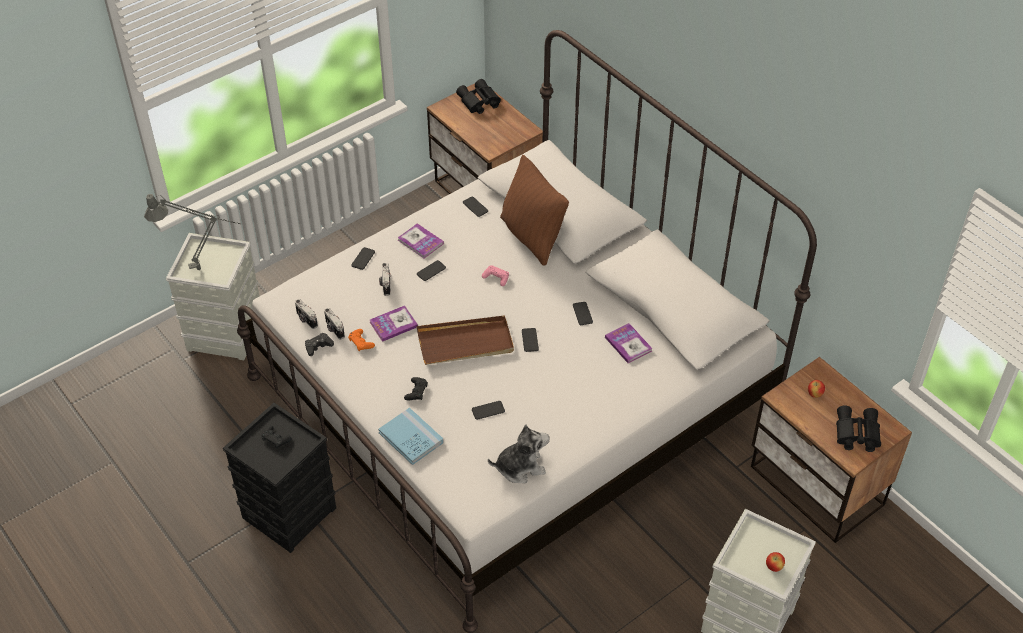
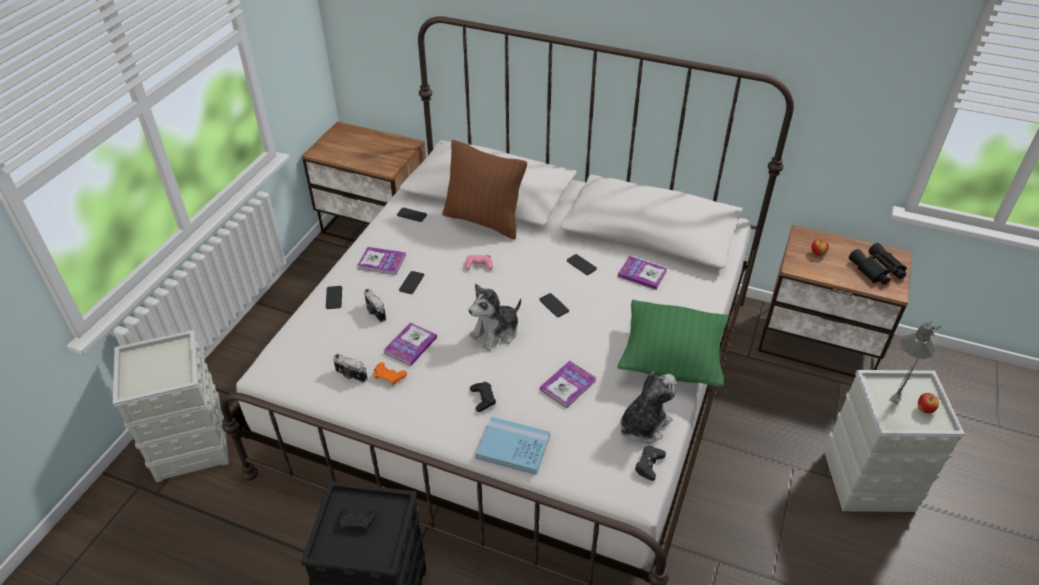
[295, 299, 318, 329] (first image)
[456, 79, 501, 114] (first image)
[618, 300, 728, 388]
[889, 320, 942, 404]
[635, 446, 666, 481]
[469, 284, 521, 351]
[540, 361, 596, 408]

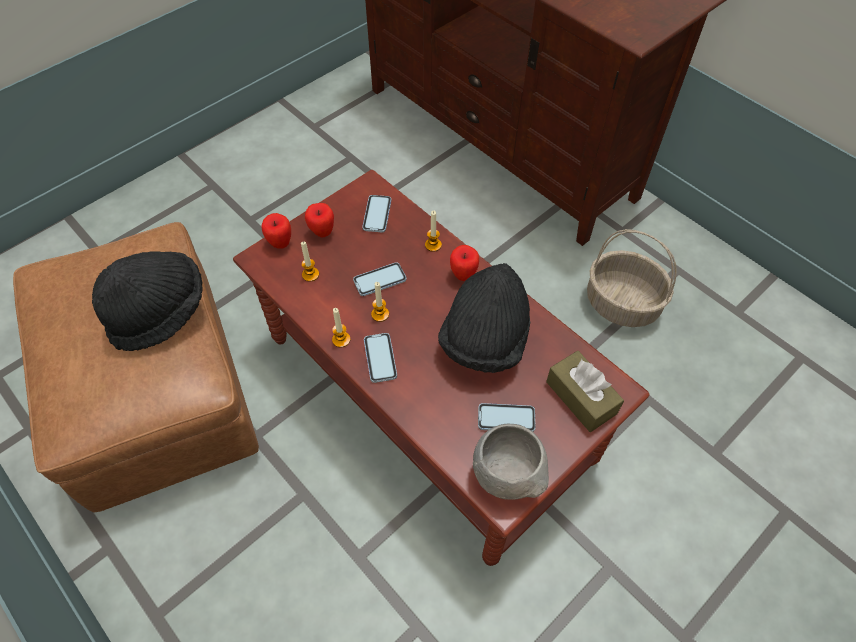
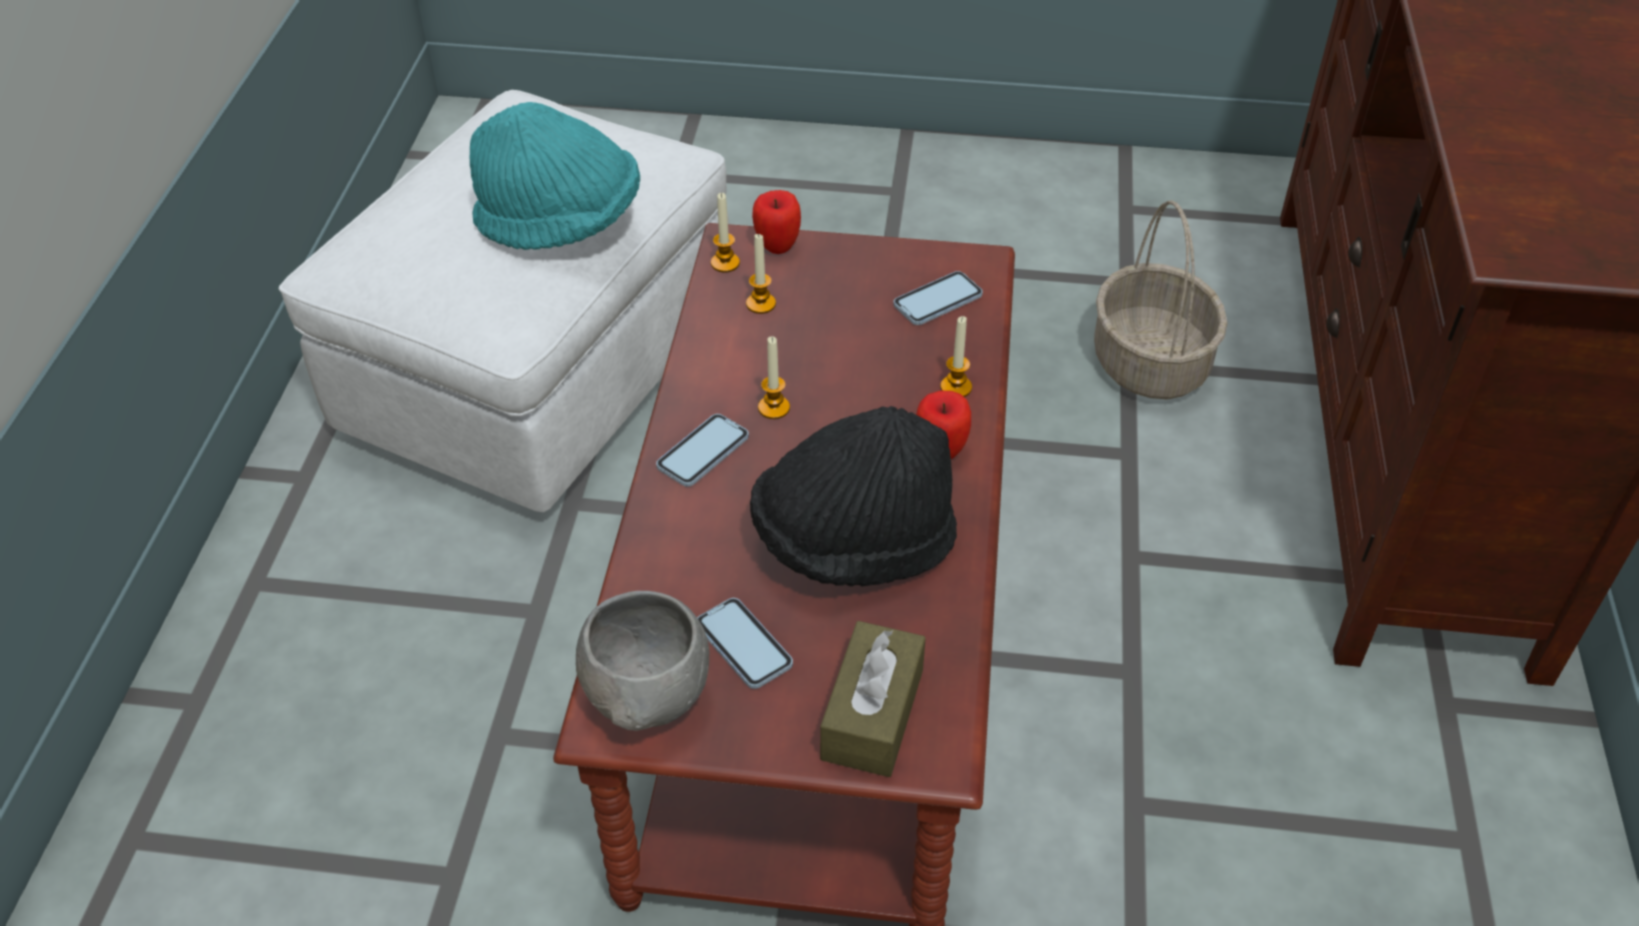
[305, 203, 334, 237] (first image)
[353, 262, 406, 296] (first image)
[711, 193, 740, 273]
[1094, 200, 1228, 400]
[279, 90, 730, 512]
[469, 102, 640, 250]

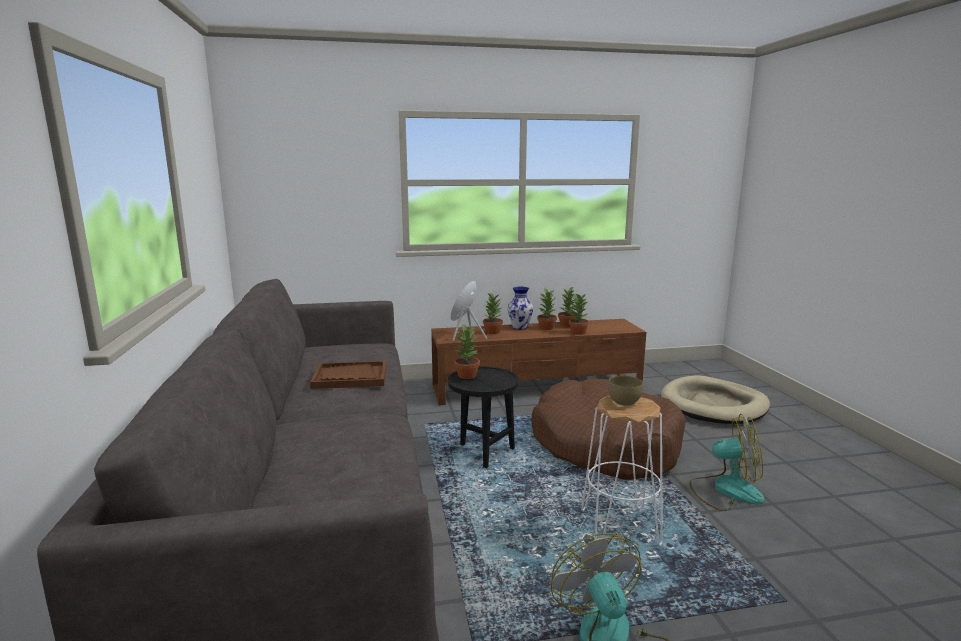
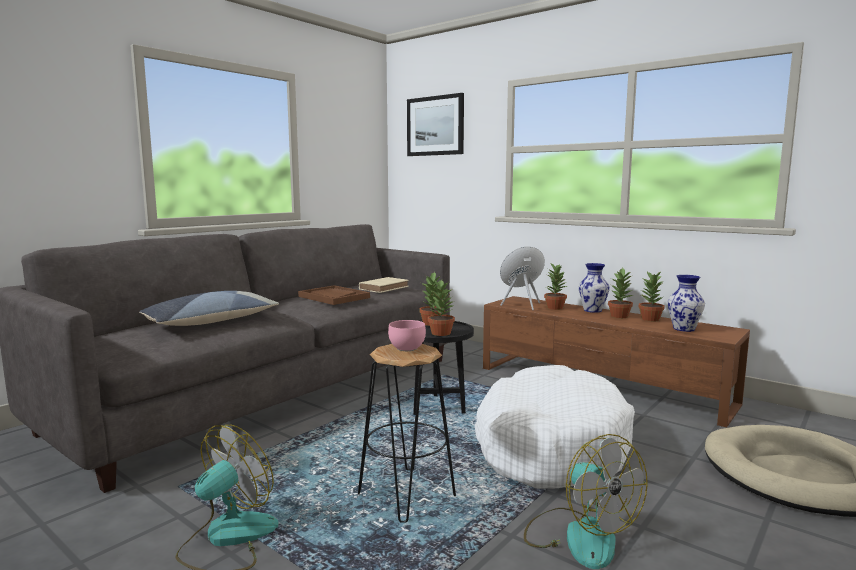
[139, 291, 279, 326]
[359, 277, 409, 293]
[407, 93, 464, 156]
[668, 275, 705, 332]
[428, 279, 455, 336]
[475, 365, 635, 489]
[358, 344, 456, 523]
[388, 320, 426, 351]

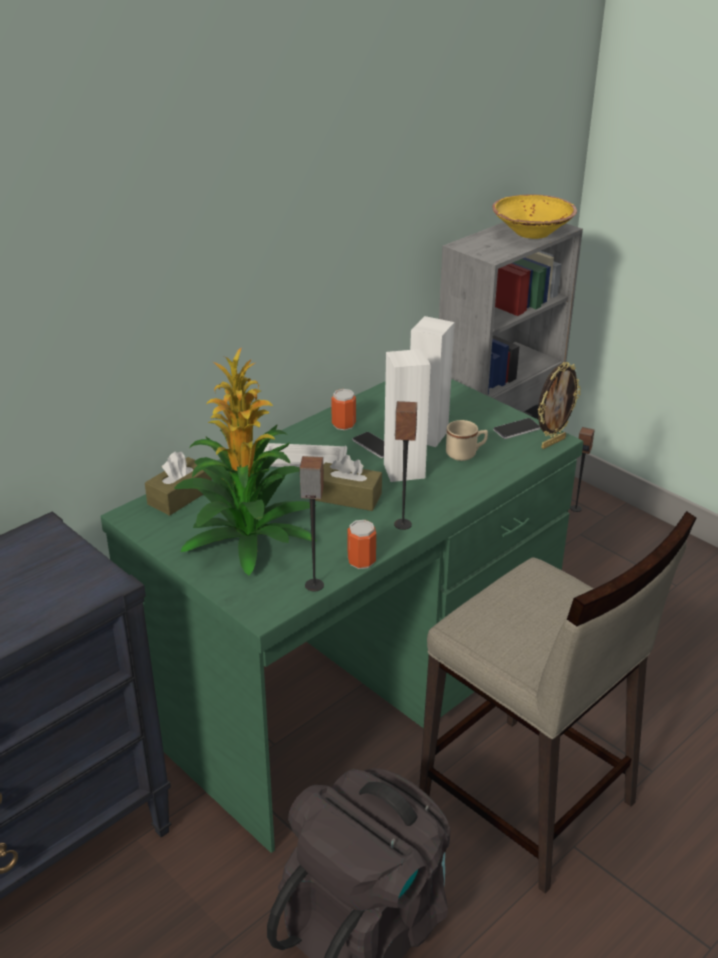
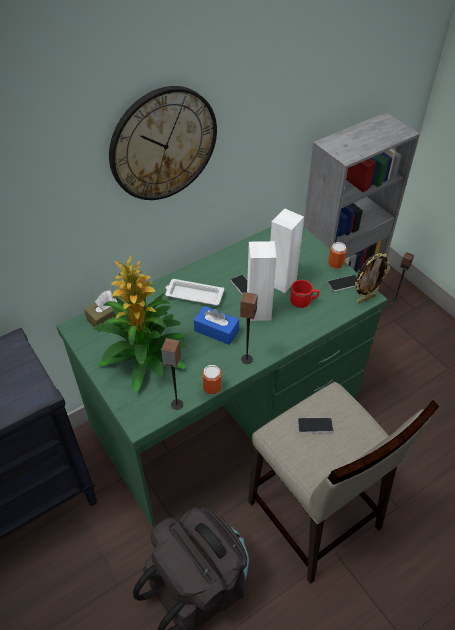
[492, 195, 577, 239] (first image)
[109, 86, 217, 200]
[297, 417, 334, 433]
[328, 242, 347, 269]
[194, 306, 239, 345]
[290, 280, 320, 308]

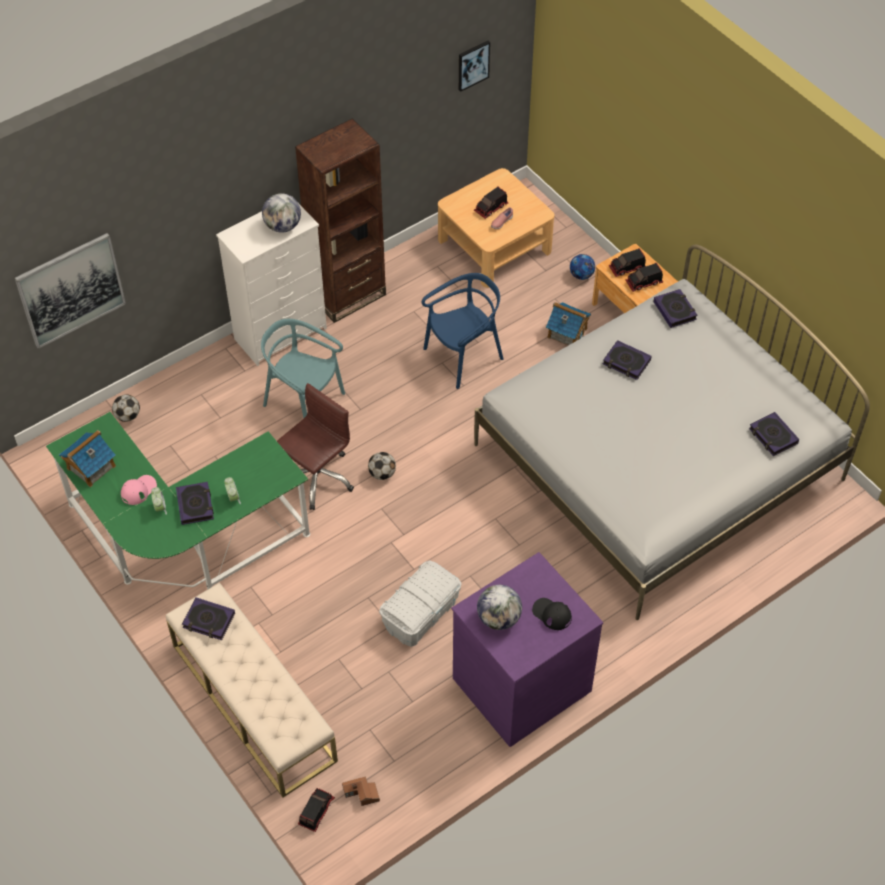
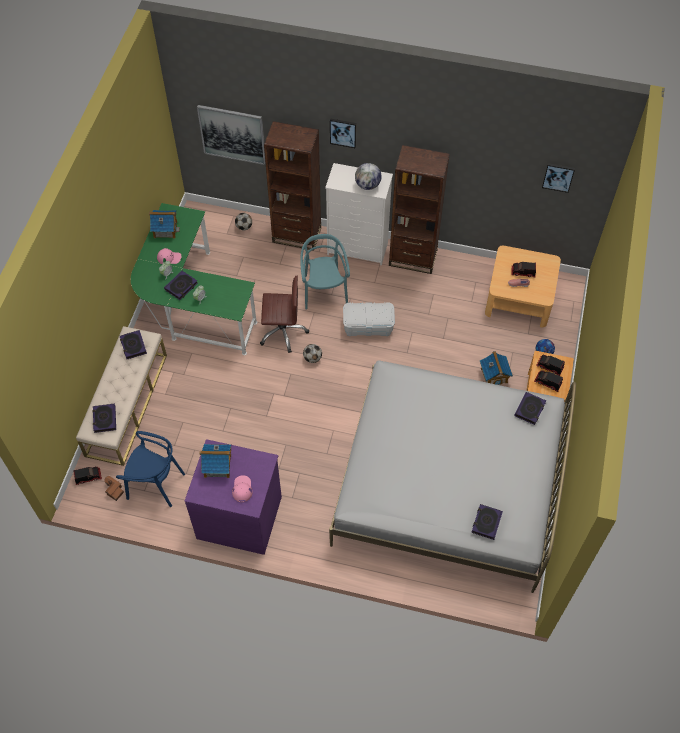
[264, 121, 321, 251]
[330, 118, 356, 148]
[343, 302, 395, 336]
[116, 431, 185, 507]
[92, 404, 116, 433]
[199, 444, 231, 478]
[232, 475, 252, 502]

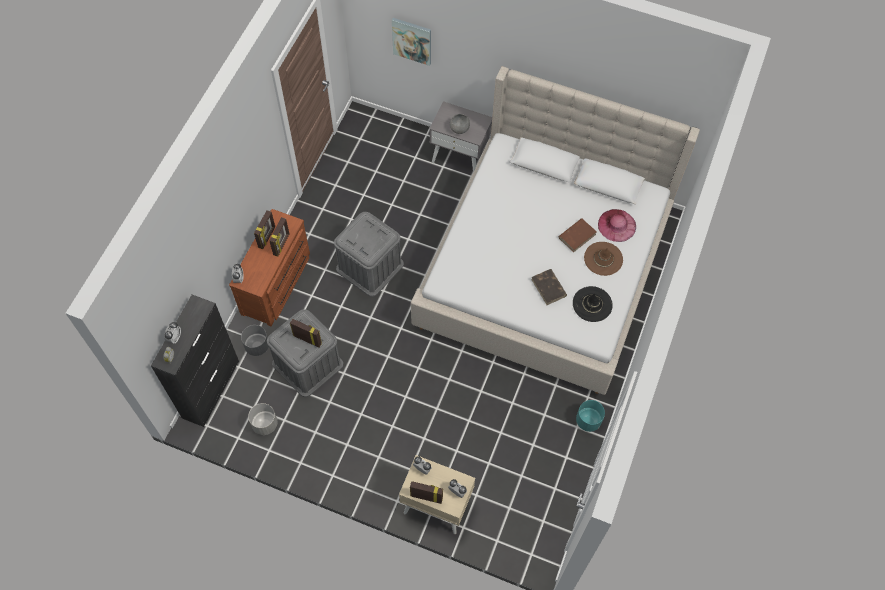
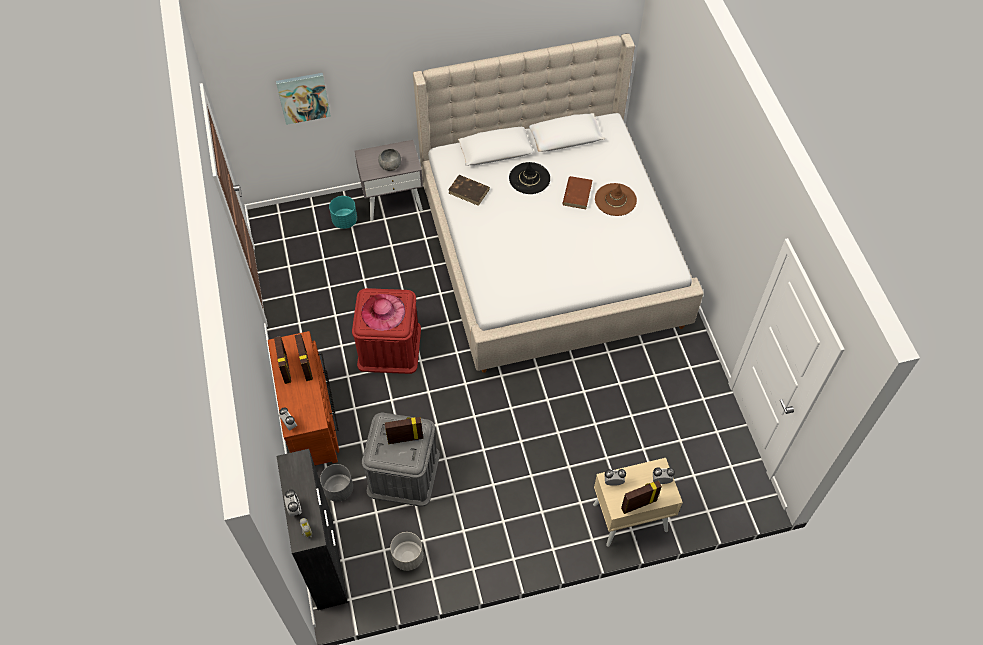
[448, 175, 490, 206]
[509, 162, 550, 194]
[329, 196, 357, 229]
[361, 294, 405, 331]
[352, 288, 421, 374]

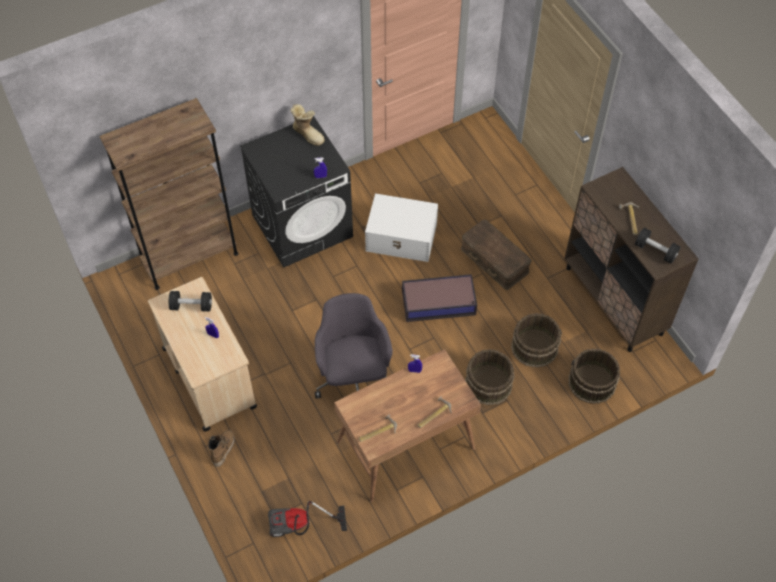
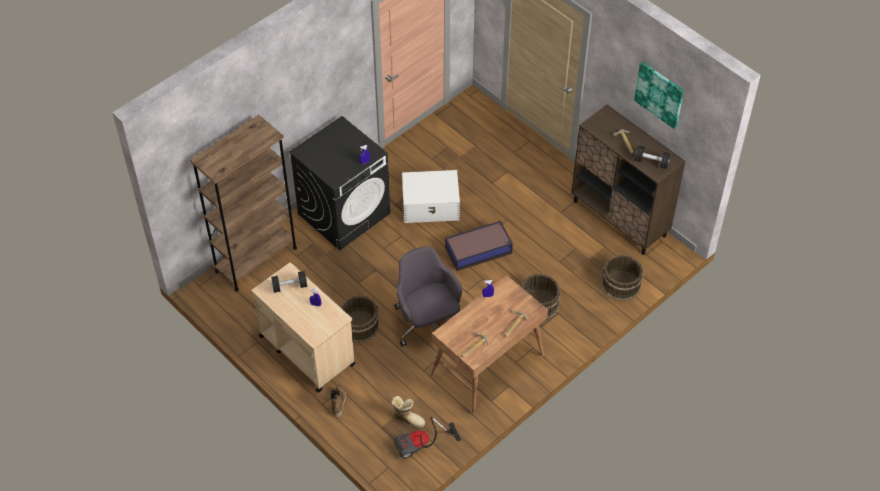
[461, 220, 532, 290] (first image)
[634, 62, 684, 129]
[391, 396, 425, 428]
[339, 295, 379, 343]

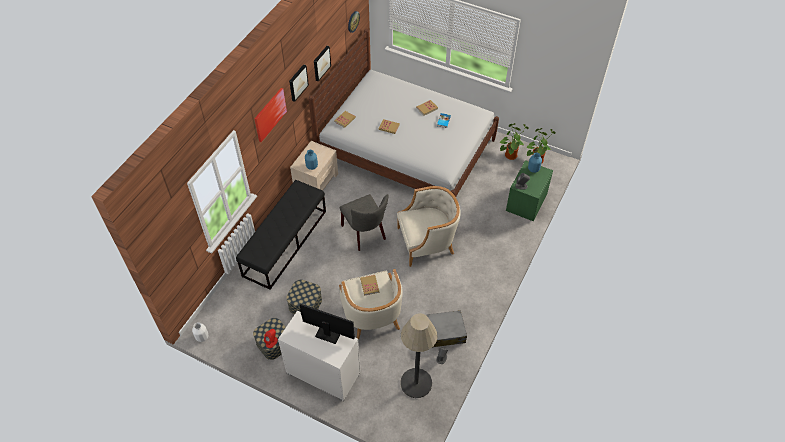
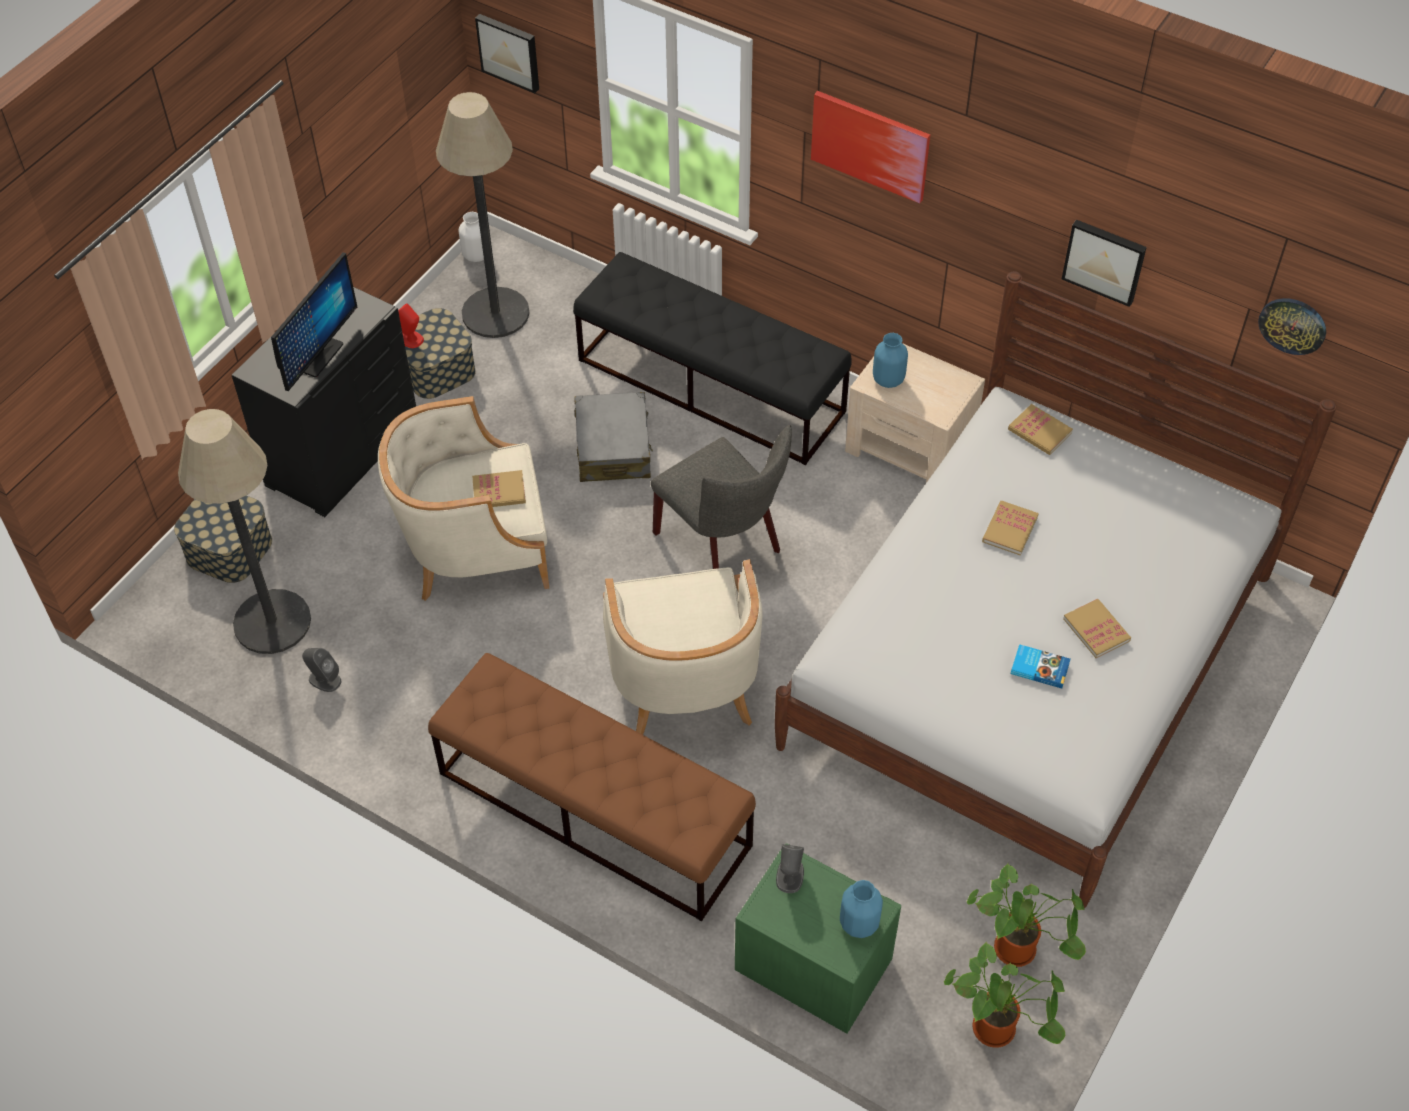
[428, 653, 756, 921]
[436, 92, 529, 338]
[174, 495, 272, 583]
[475, 14, 539, 93]
[575, 392, 653, 482]
[232, 287, 416, 517]
[651, 425, 792, 569]

